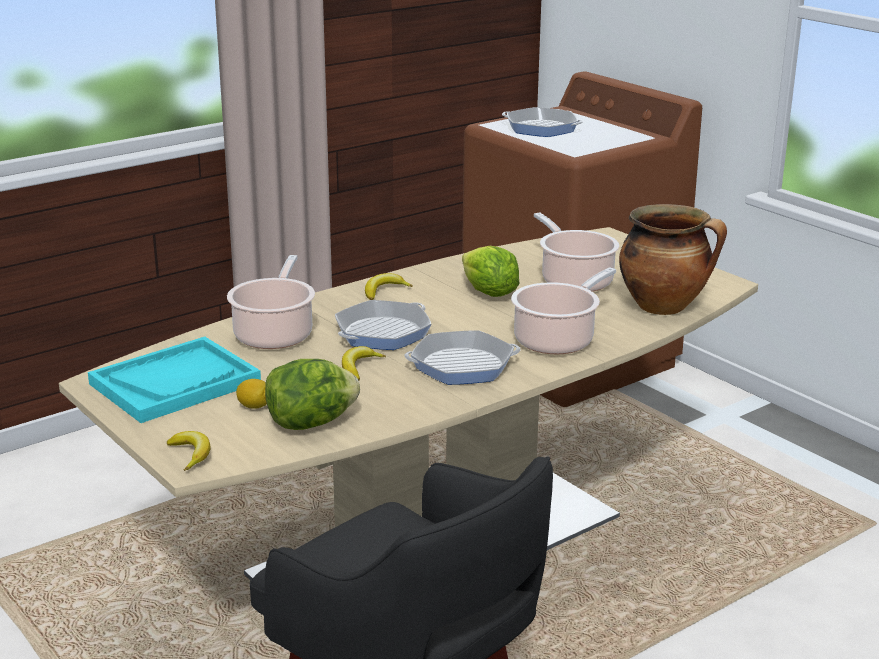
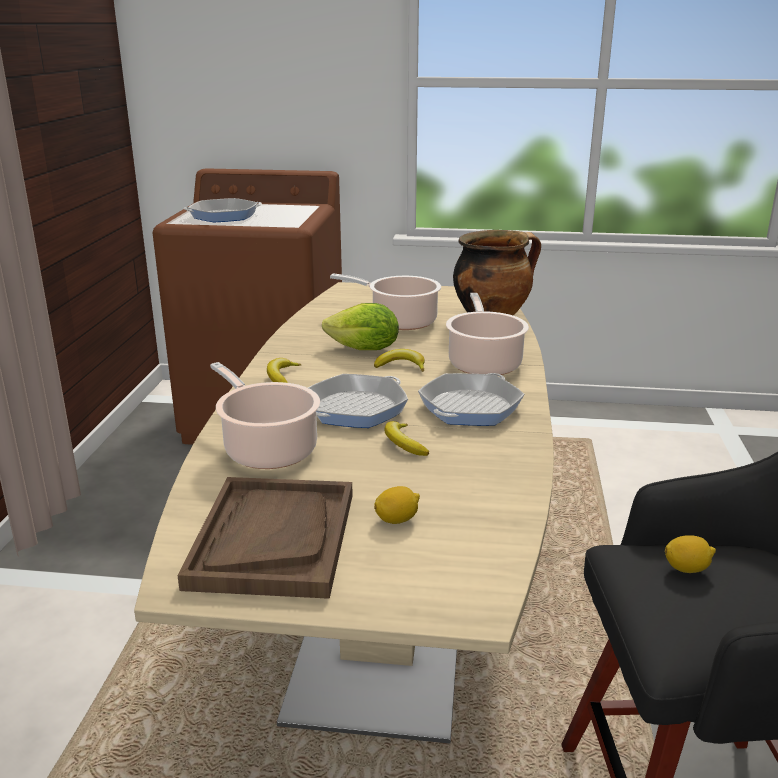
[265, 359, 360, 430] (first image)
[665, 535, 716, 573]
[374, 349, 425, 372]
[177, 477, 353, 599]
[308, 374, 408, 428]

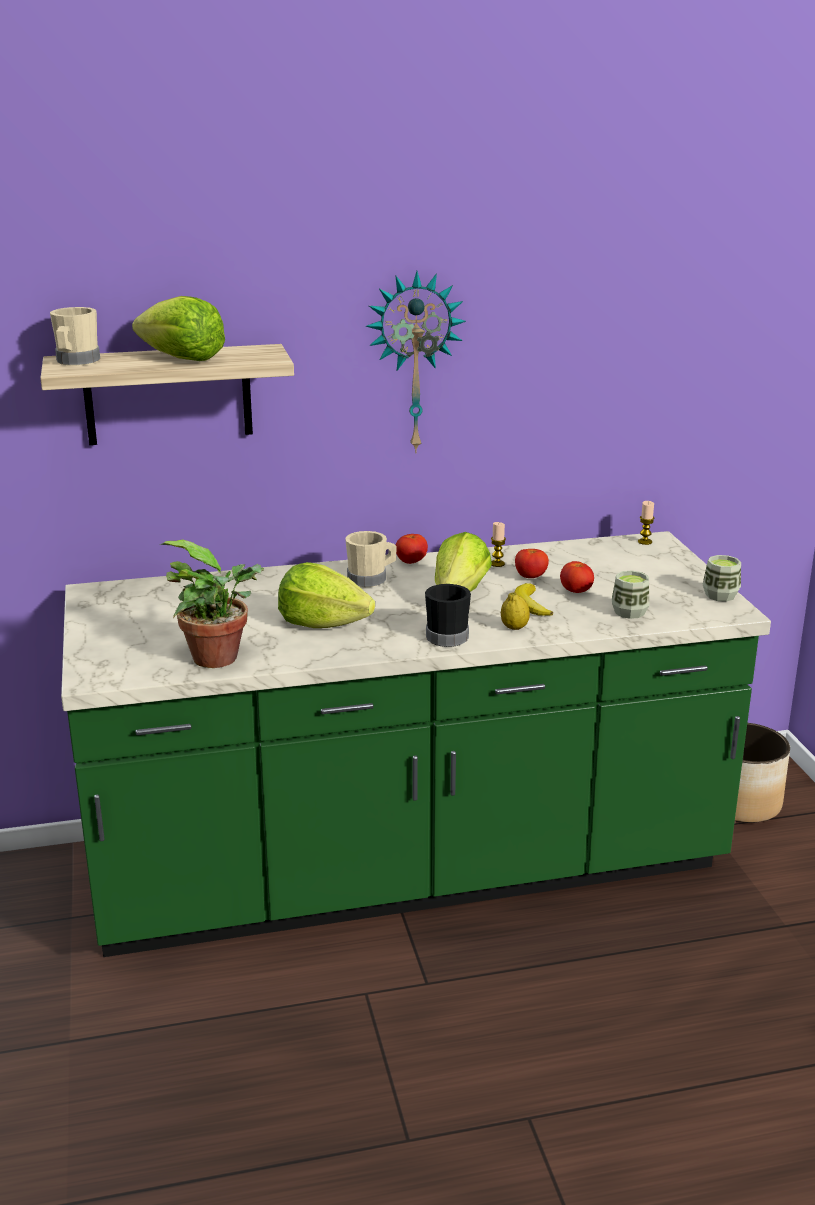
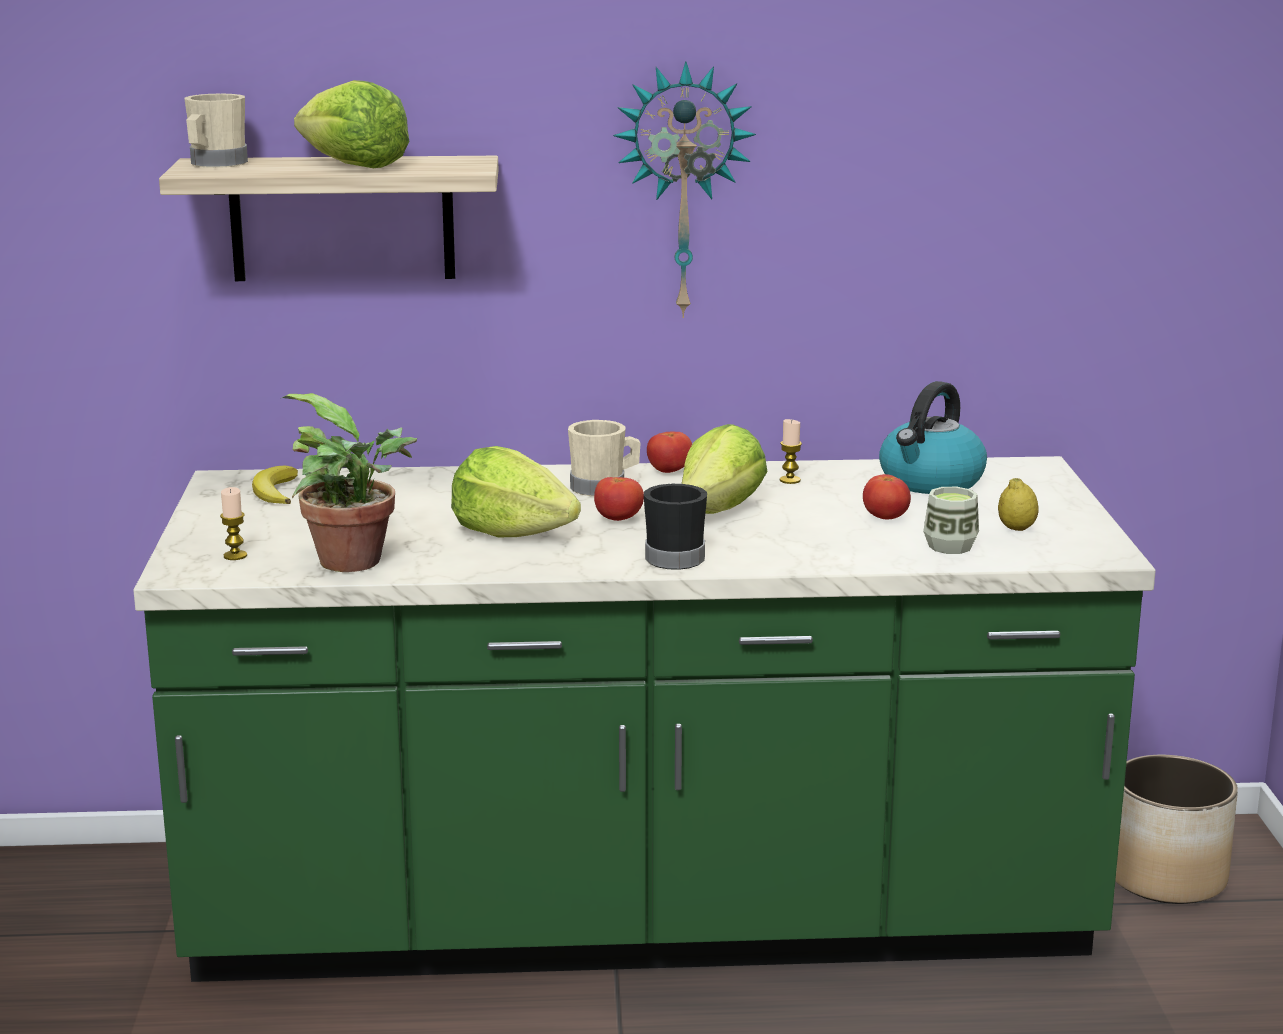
[703, 555, 741, 602] (first image)
[879, 381, 987, 494]
[998, 478, 1038, 531]
[252, 466, 298, 504]
[594, 477, 644, 521]
[220, 487, 247, 560]

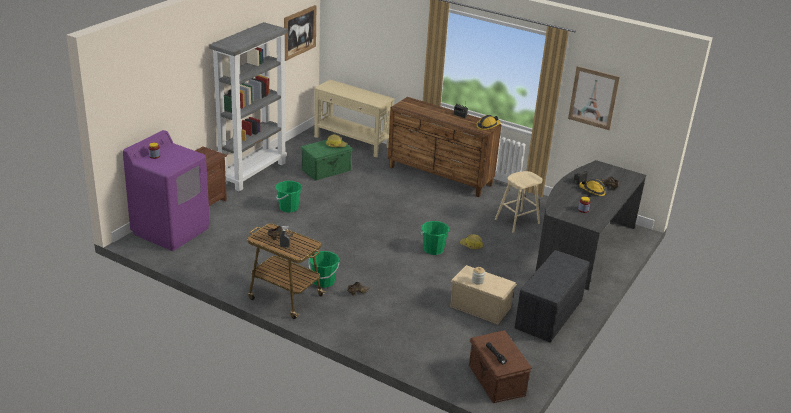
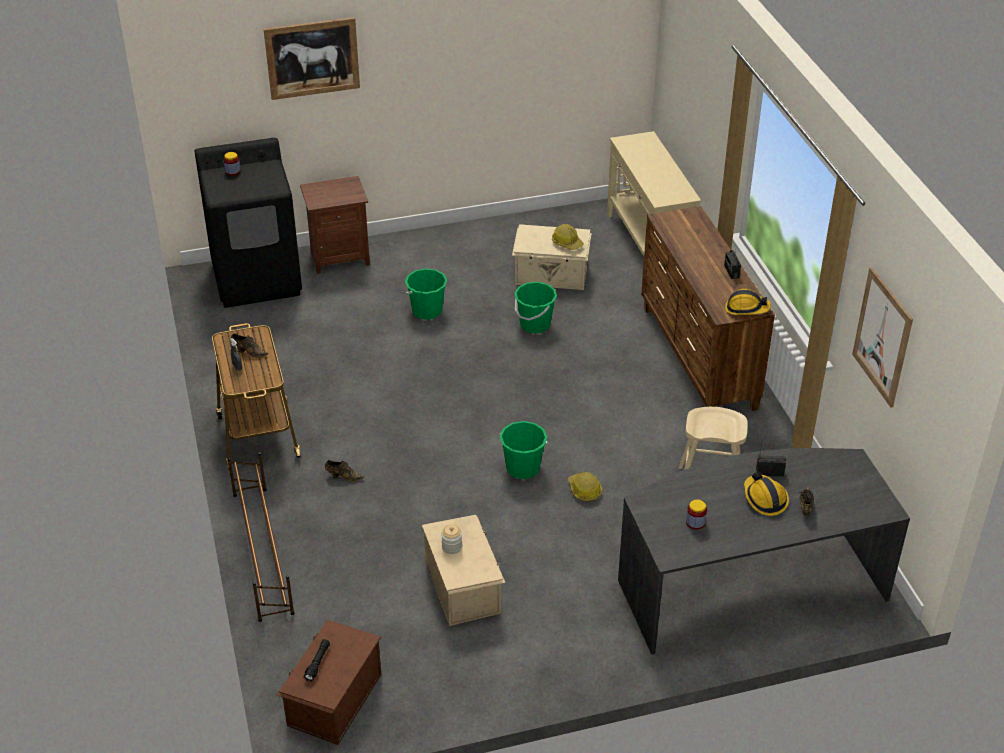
[209, 22, 288, 191] (first image)
[515, 250, 590, 343] (first image)
[228, 452, 295, 622]
[264, 17, 360, 100]
[515, 282, 557, 334]
[194, 138, 302, 308]
[512, 224, 592, 290]

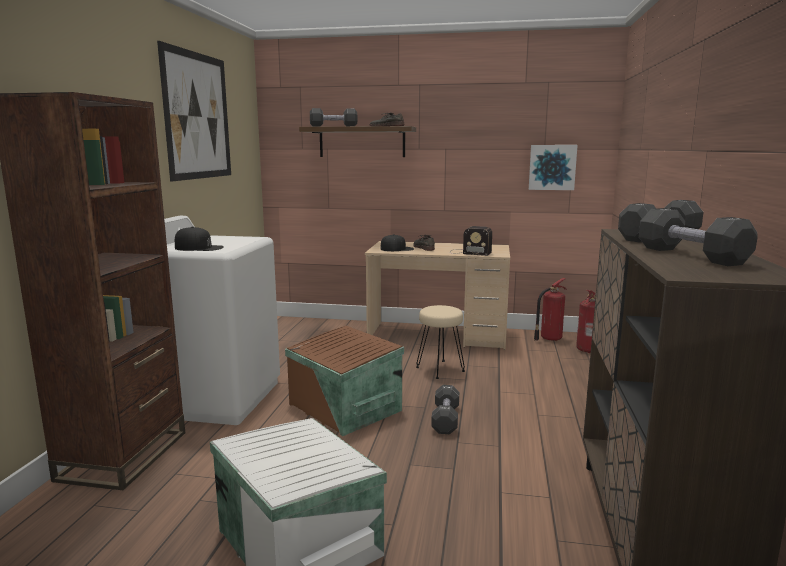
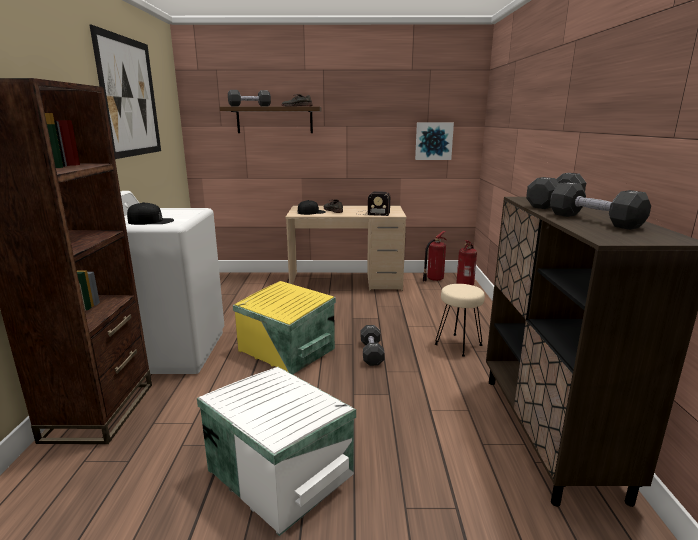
[435, 284, 485, 357]
[233, 281, 336, 374]

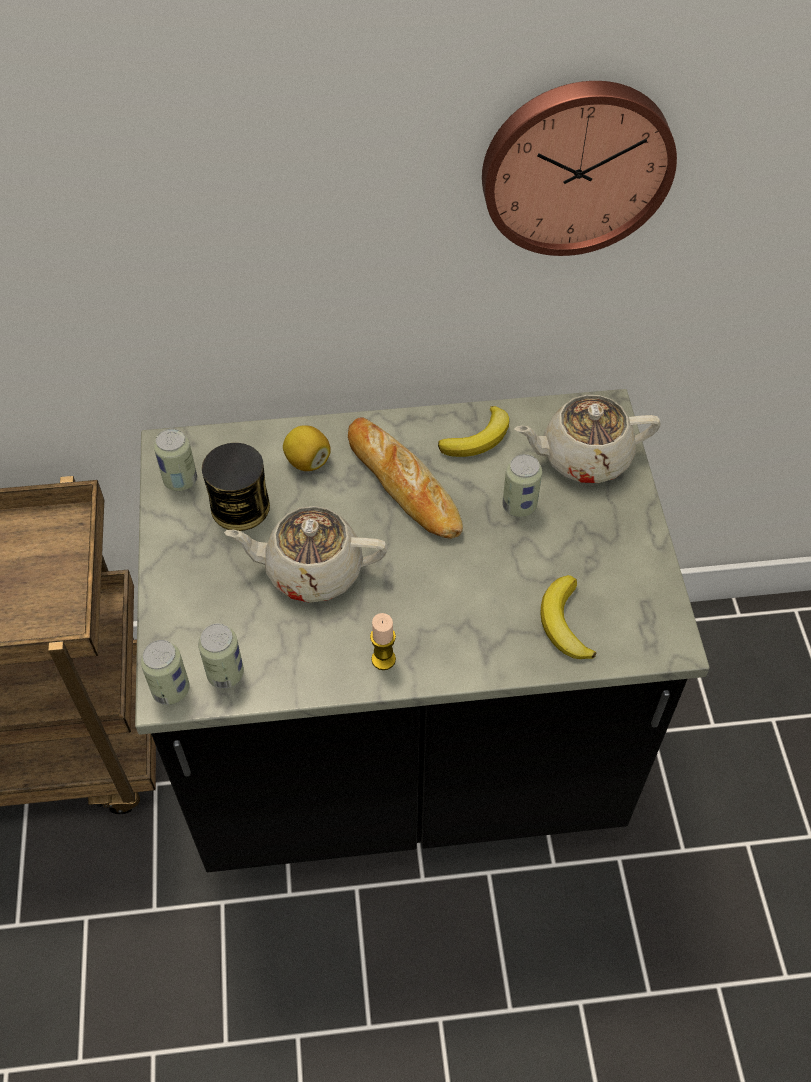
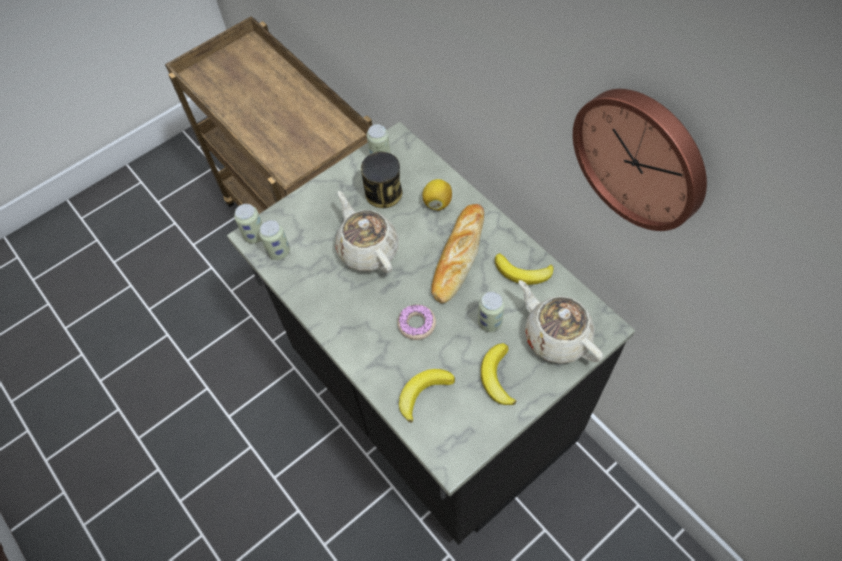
[370, 613, 396, 670] (first image)
[397, 304, 436, 340]
[481, 343, 517, 405]

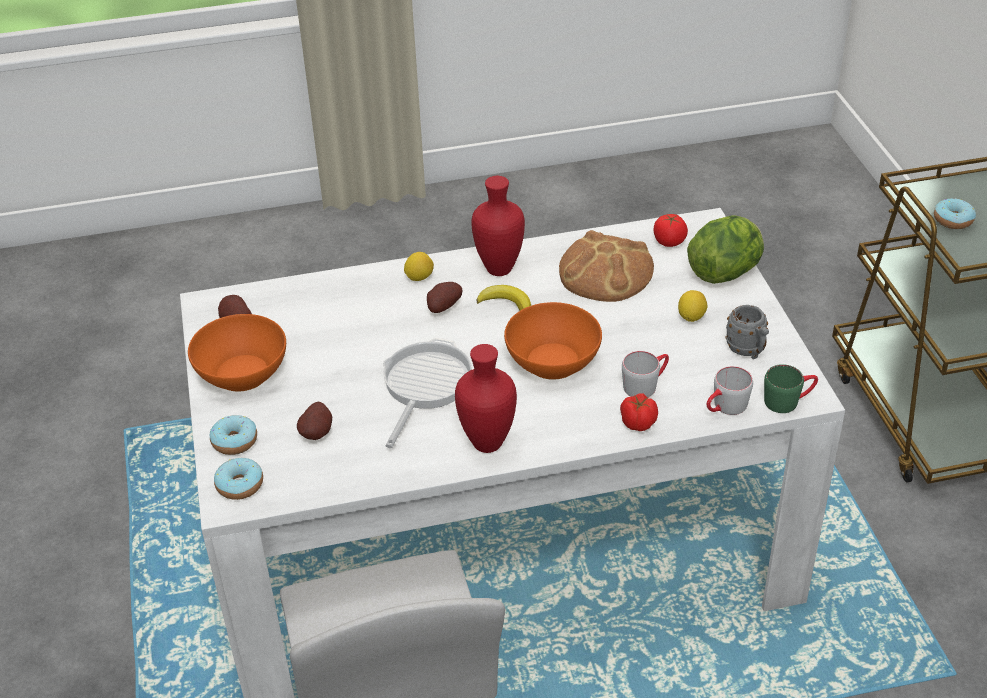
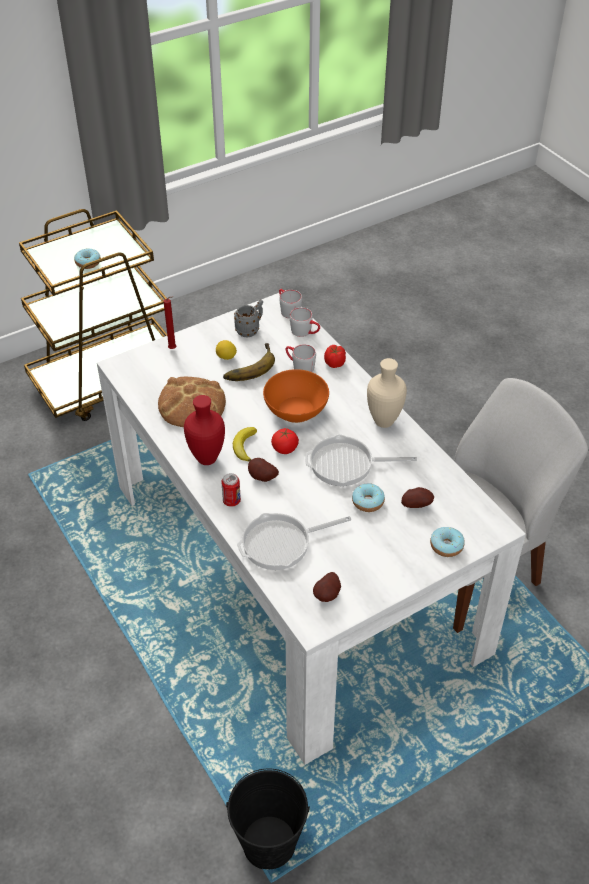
[188, 314, 286, 392] (first image)
[223, 343, 275, 381]
[226, 768, 310, 869]
[237, 513, 351, 570]
[352, 483, 385, 512]
[271, 428, 299, 454]
[221, 473, 241, 507]
[163, 296, 176, 349]
[367, 358, 407, 428]
[279, 289, 302, 319]

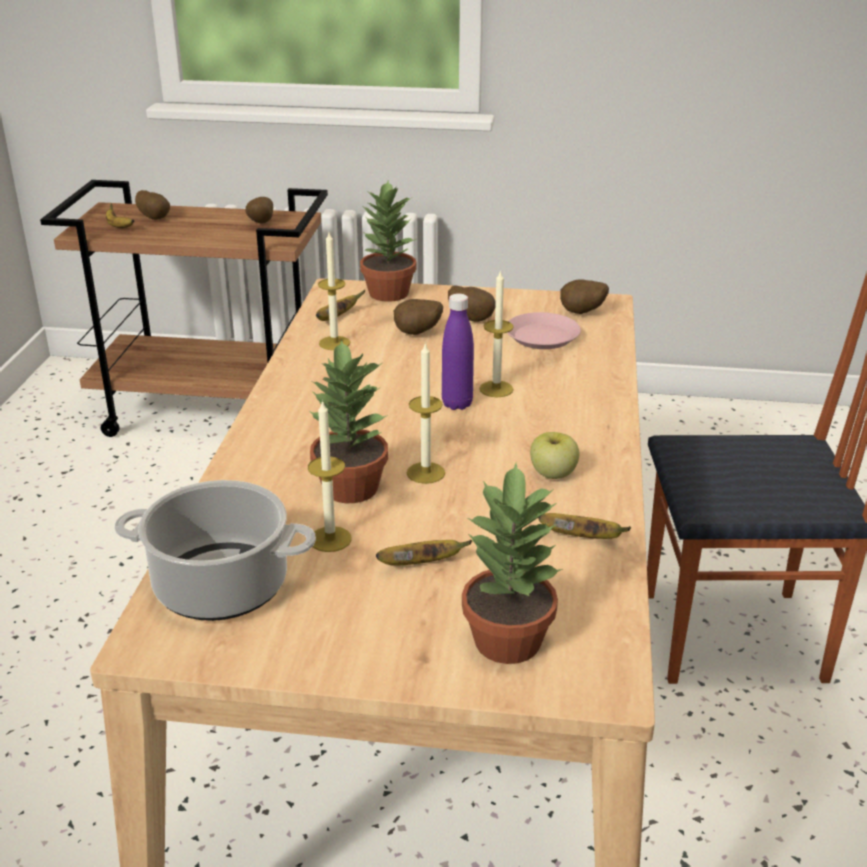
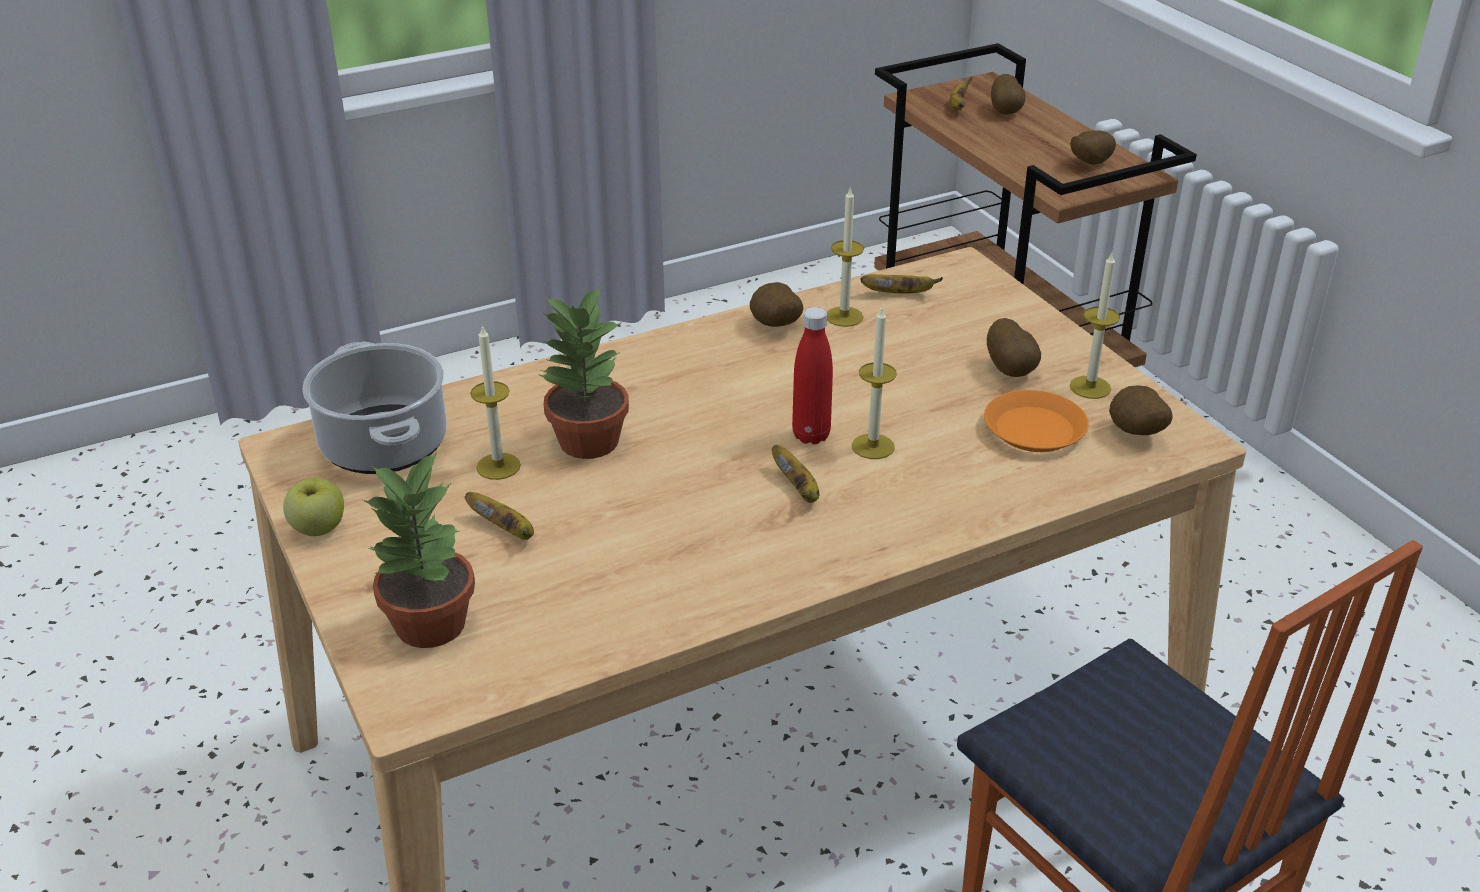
[360, 181, 416, 302] (first image)
[750, 283, 803, 327]
[1070, 253, 1120, 399]
[283, 478, 344, 536]
[772, 445, 819, 503]
[792, 307, 833, 444]
[984, 390, 1089, 452]

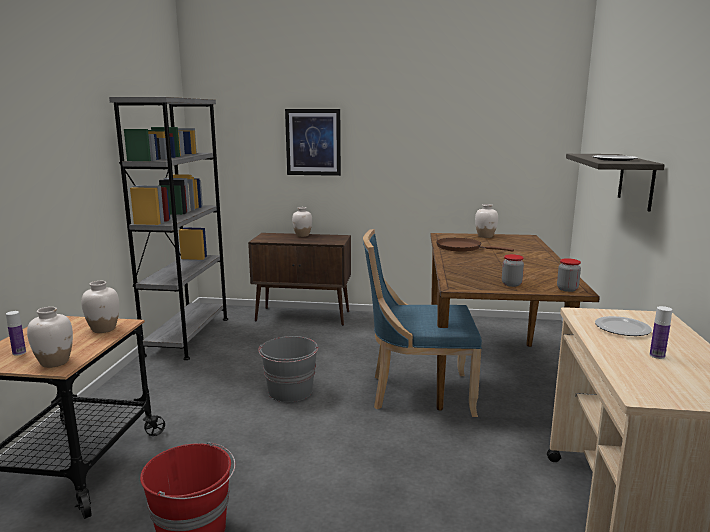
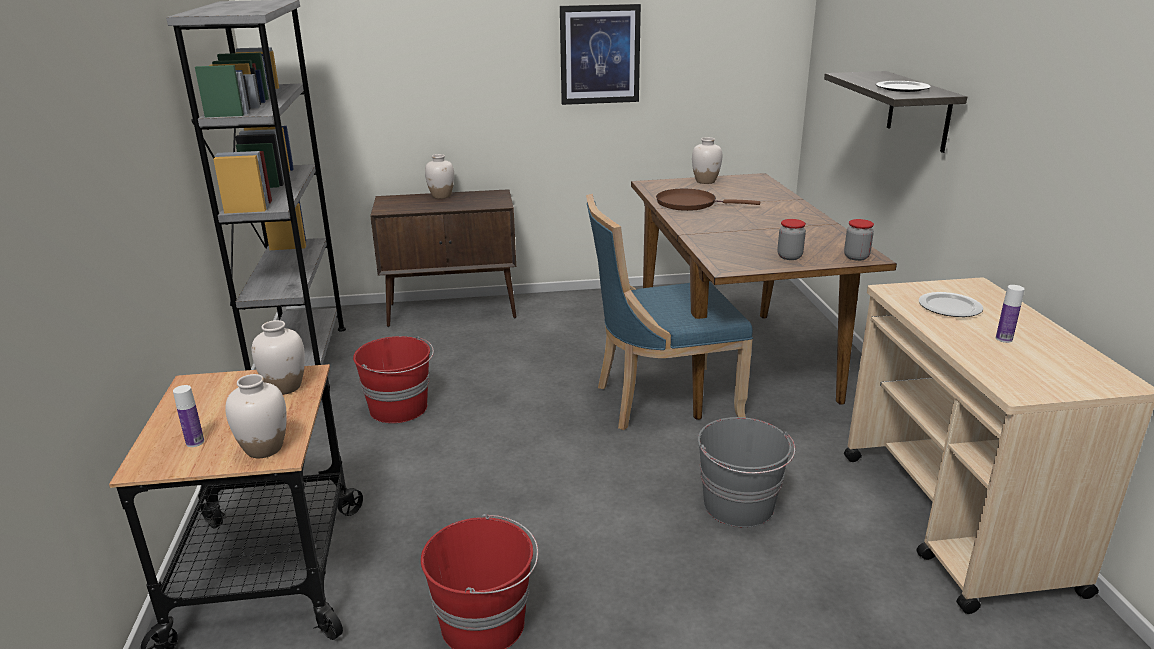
[353, 336, 434, 423]
[698, 417, 795, 527]
[560, 4, 641, 105]

